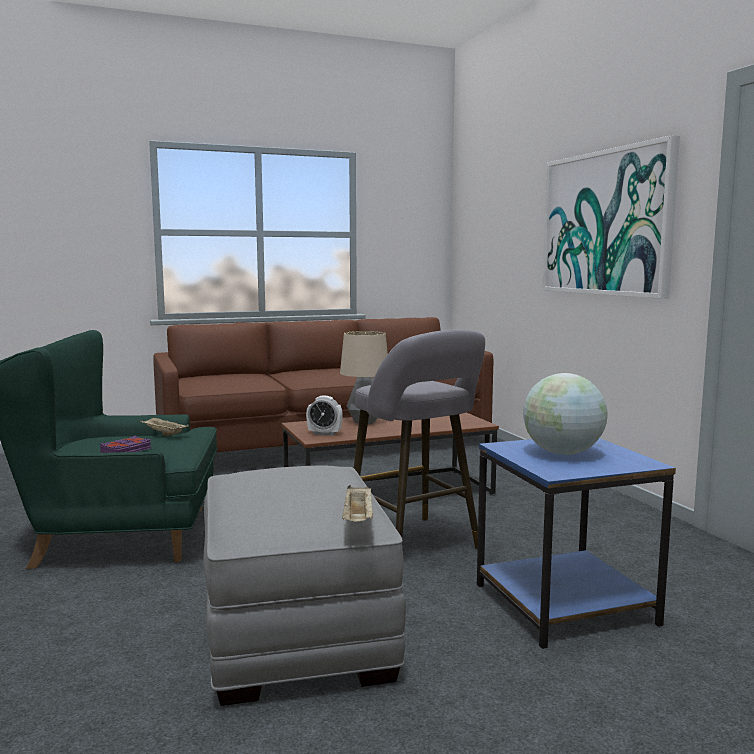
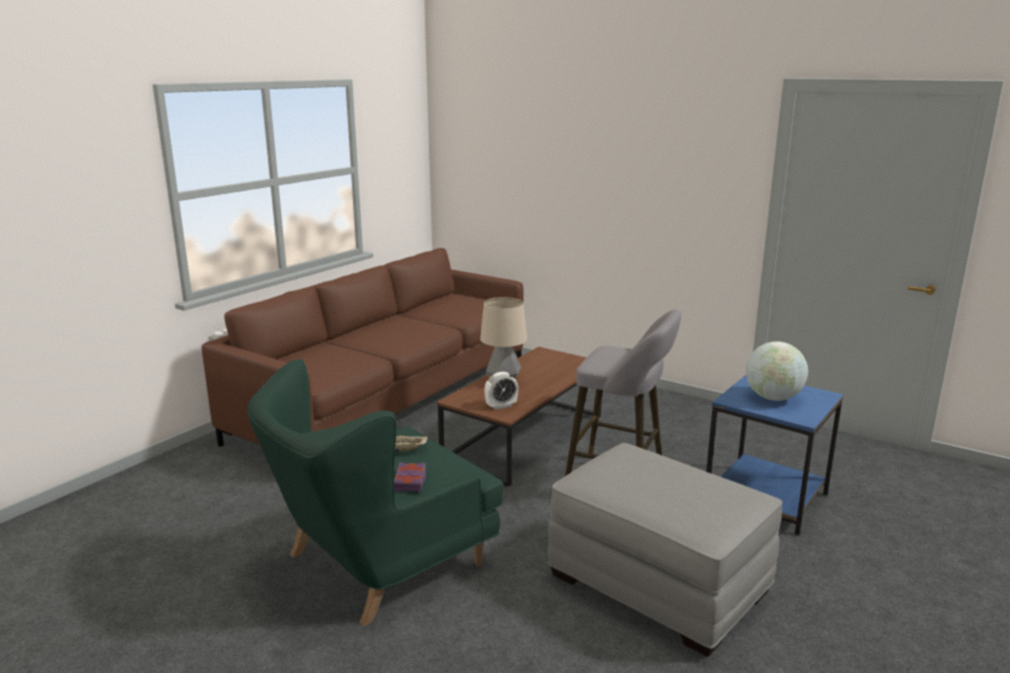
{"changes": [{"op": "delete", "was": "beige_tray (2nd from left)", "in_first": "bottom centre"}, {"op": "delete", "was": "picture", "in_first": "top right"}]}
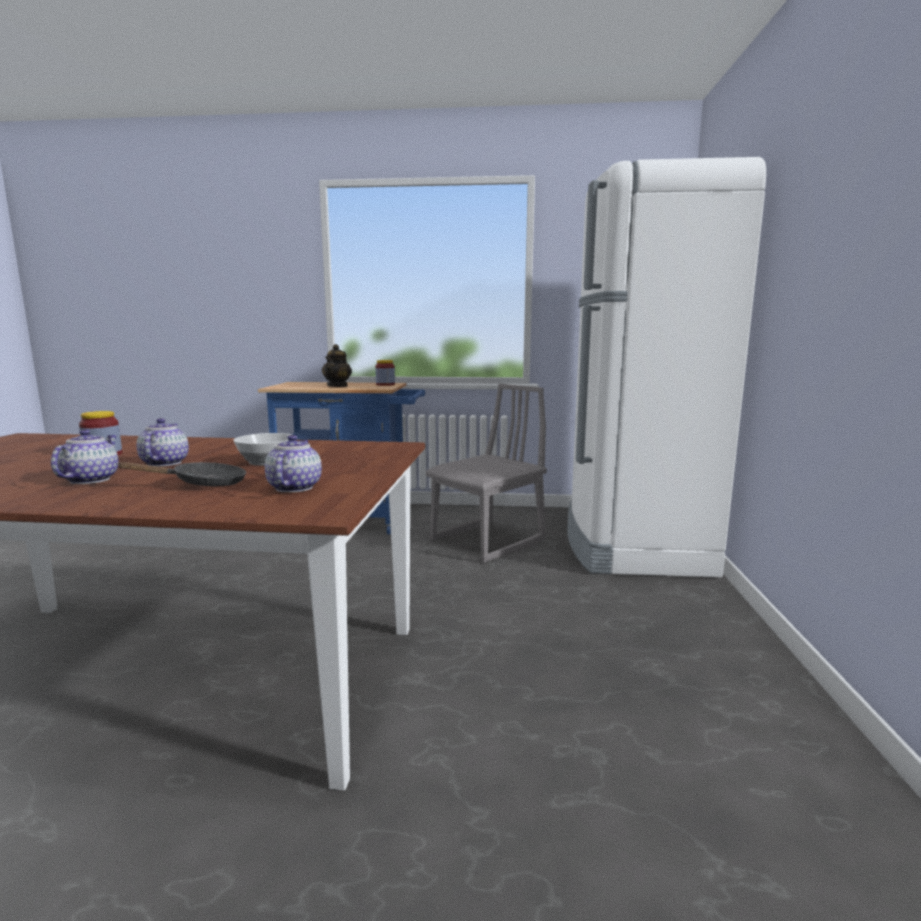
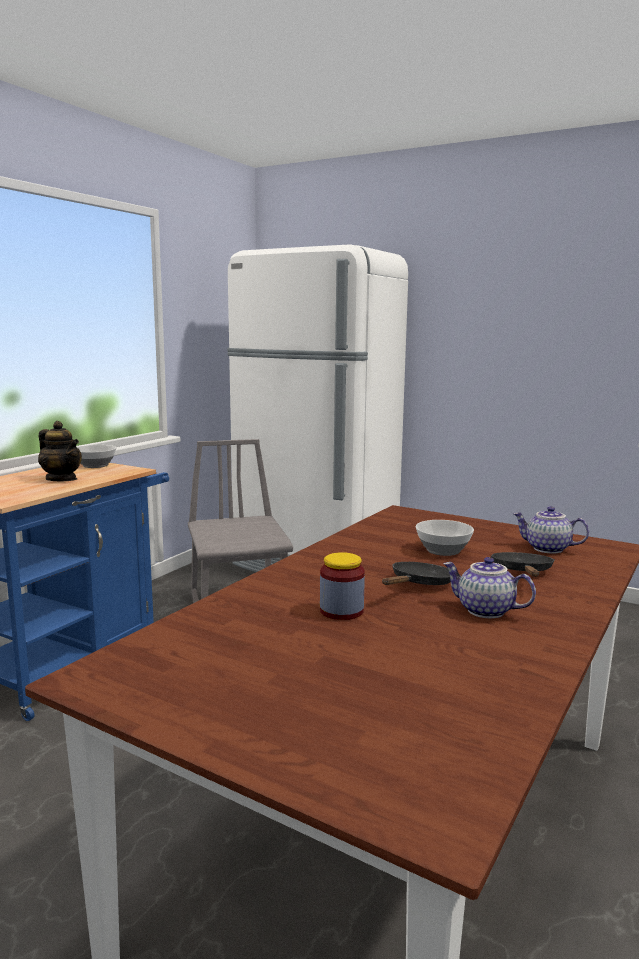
{"changes": [{"op": "replace", "was": "teapot (2nd from left)", "now": "black_frying_pan (1st from left)", "in_first": "middle left", "in_second": "centre"}, {"op": "replace", "was": "jar (2nd from left)", "now": "bowl (1st from left)", "in_first": "centre", "in_second": "middle left"}]}
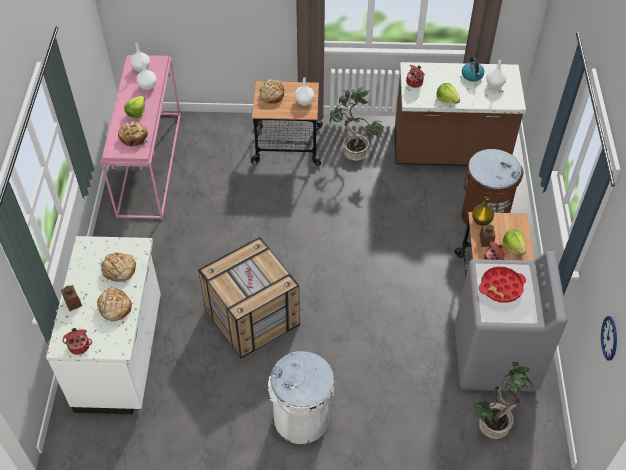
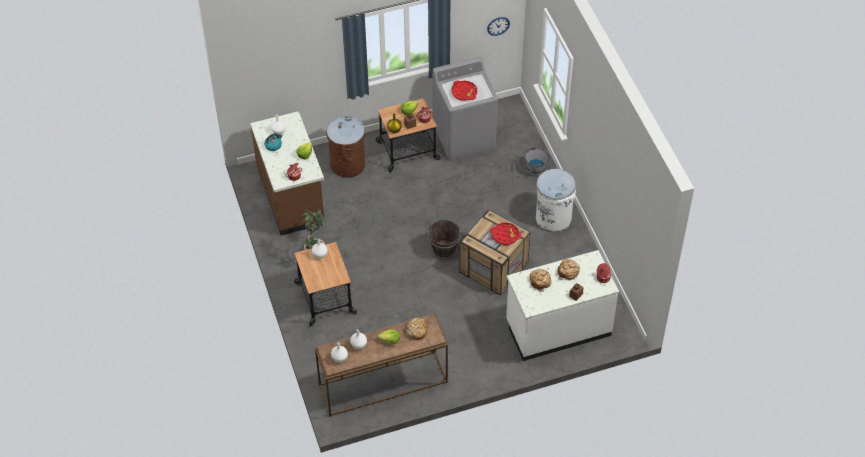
{"changes": [{"op": "delete", "was": "bread (4th from left)", "in_first": "top centre"}, {"op": "delete", "was": "potted_plant (2nd from left)", "in_first": "bottom right"}, {"op": "insert", "now": "brown_bucket", "in_second": "centre"}, {"op": "insert", "now": "red_tray (2nd from left)", "in_second": "centre"}, {"op": "insert", "now": "grey_bucket", "in_second": "centre"}, {"op": "recolor", "was": "pink_console_table", "now": "brown_console_table", "in_first": "top left", "in_second": "bottom centre"}]}
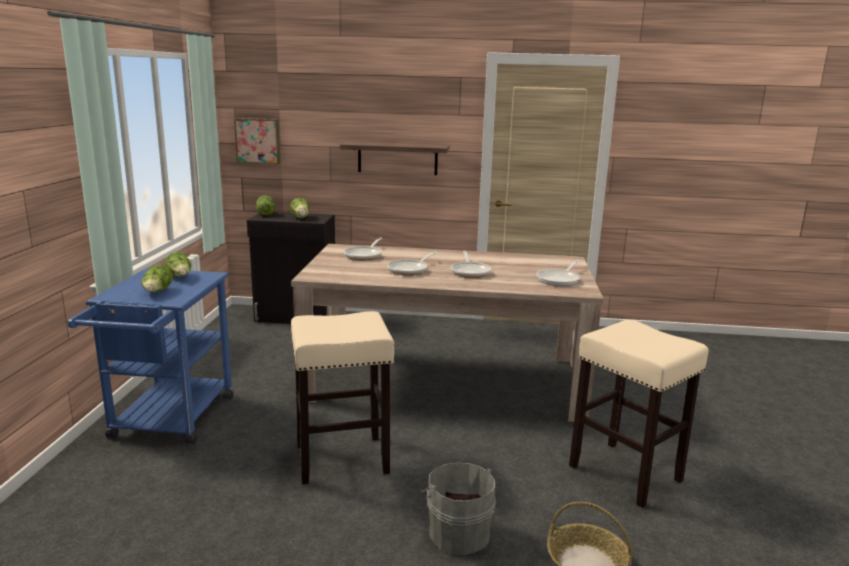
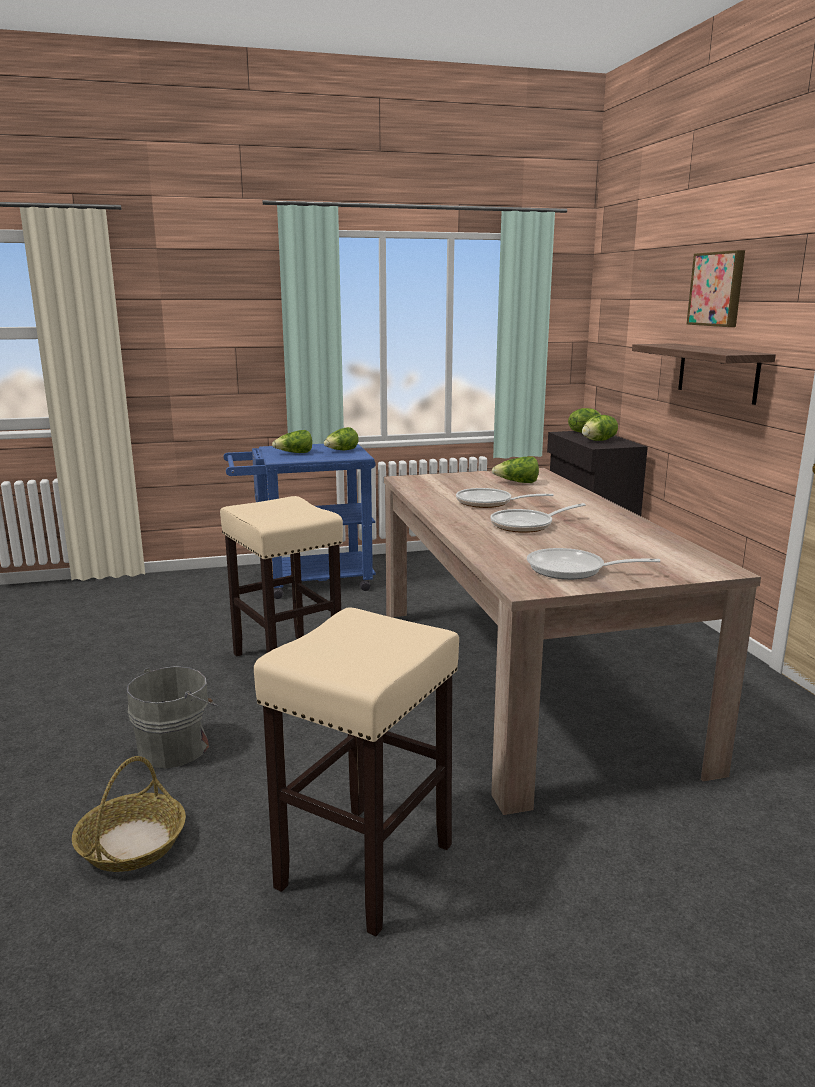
{"changes": [{"op": "move", "was": "picture", "in_first": "top left", "in_second": "top right"}, {"op": "replace", "was": "frying_pan (1st from left)", "now": "lettuce (3rd from left)", "in_first": "centre", "in_second": "centre"}]}
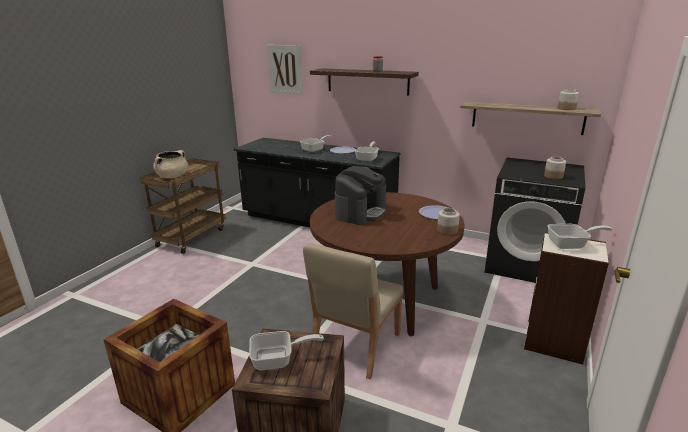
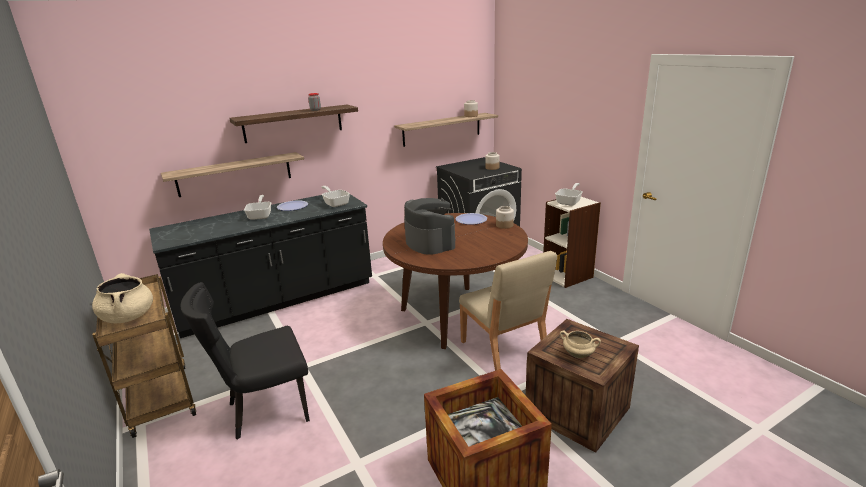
{"changes": [{"op": "delete", "was": "picture", "in_first": "top centre"}, {"op": "insert", "now": "shelf (1st from left)", "in_second": "middle left"}, {"op": "insert", "now": "black_chair", "in_second": "bottom left"}, {"op": "replace", "was": "frying_pan (1st from left)", "now": "beige_cooking_pot (2nd from left)", "in_first": "bottom centre", "in_second": "bottom right"}]}
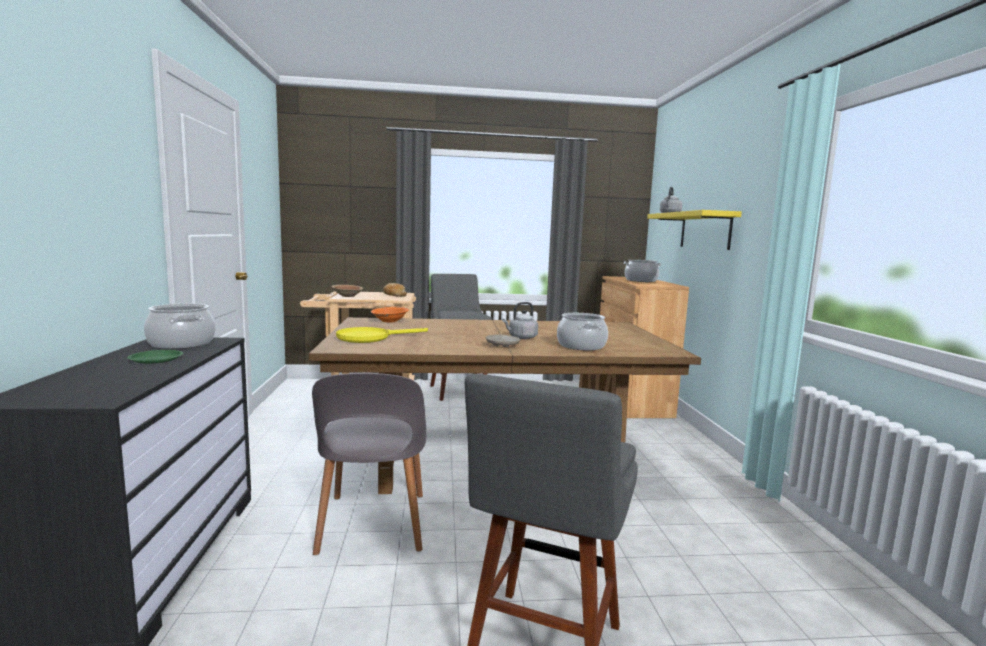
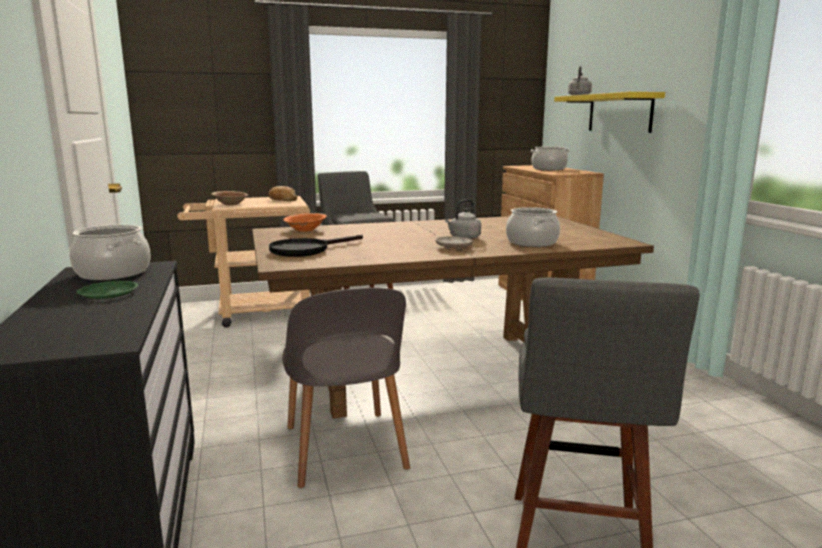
{"changes": [{"op": "recolor", "was": "yellow_frying_pan", "now": "black_frying_pan", "in_first": "centre", "in_second": "centre"}]}
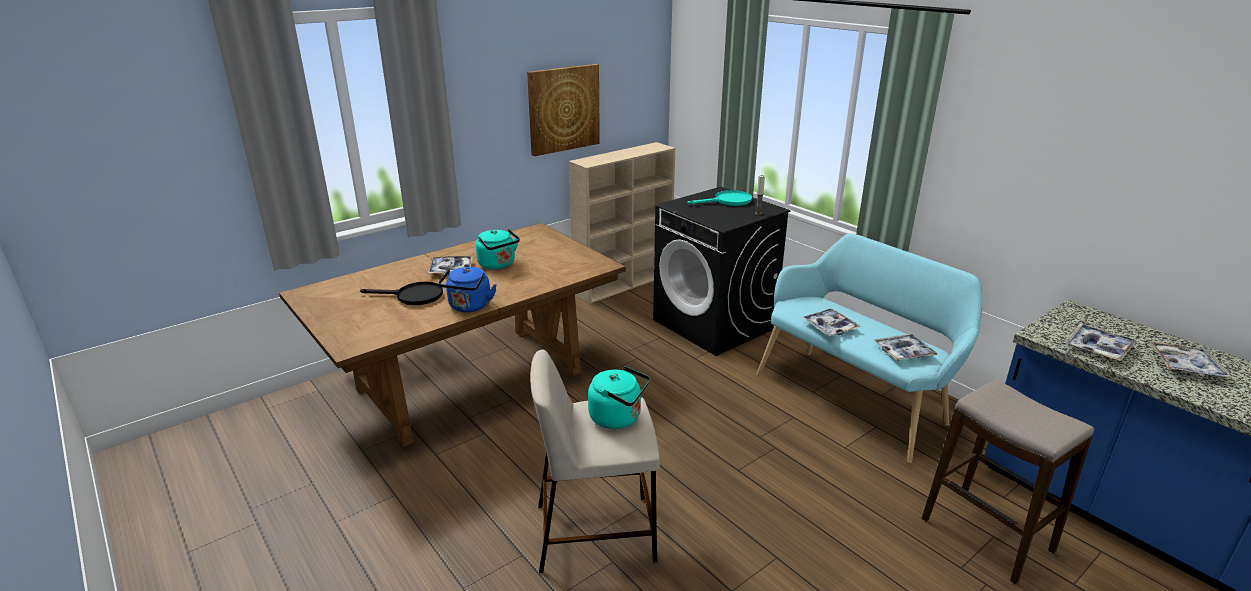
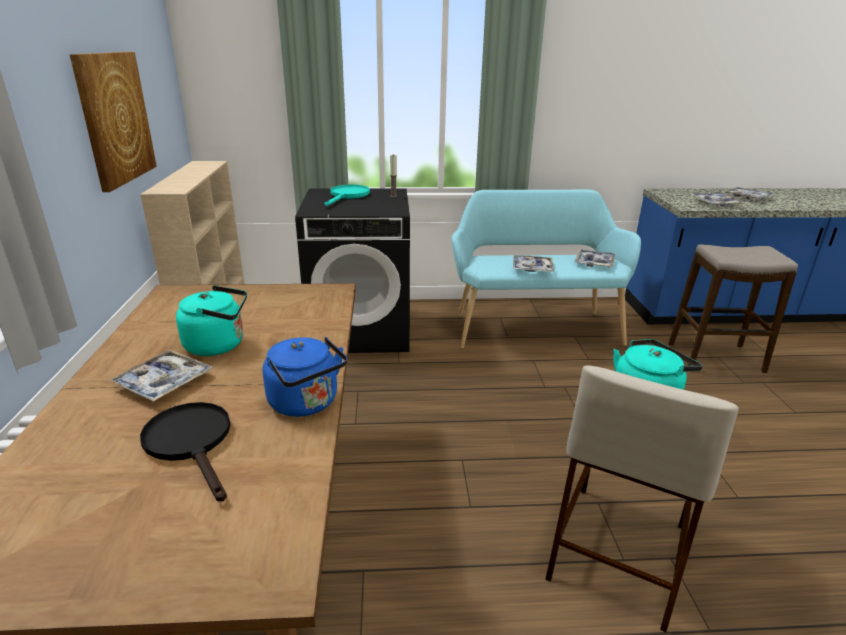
{"changes": [{"op": "rotate", "was": "black_frying_pan", "in_first": "middle left", "in_second": "bottom left", "clockwise": -75}]}
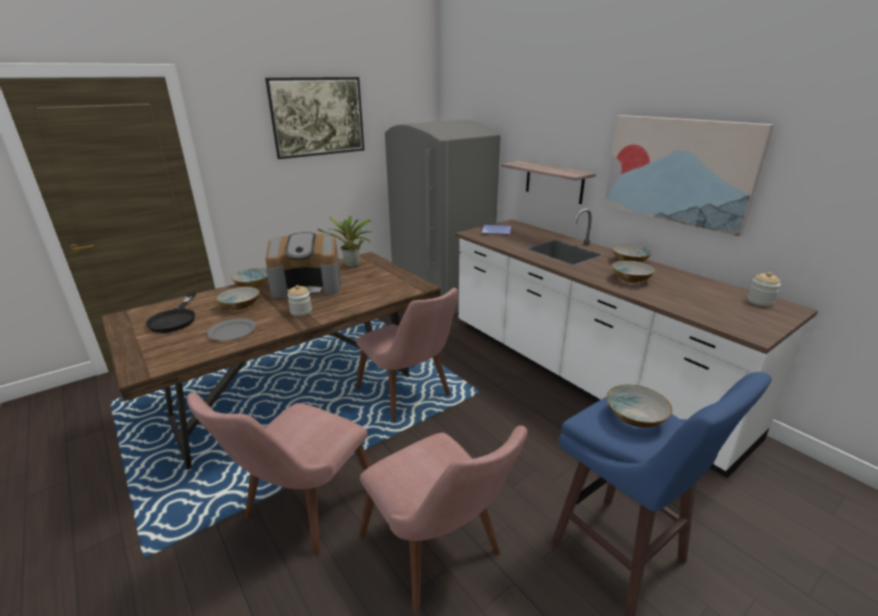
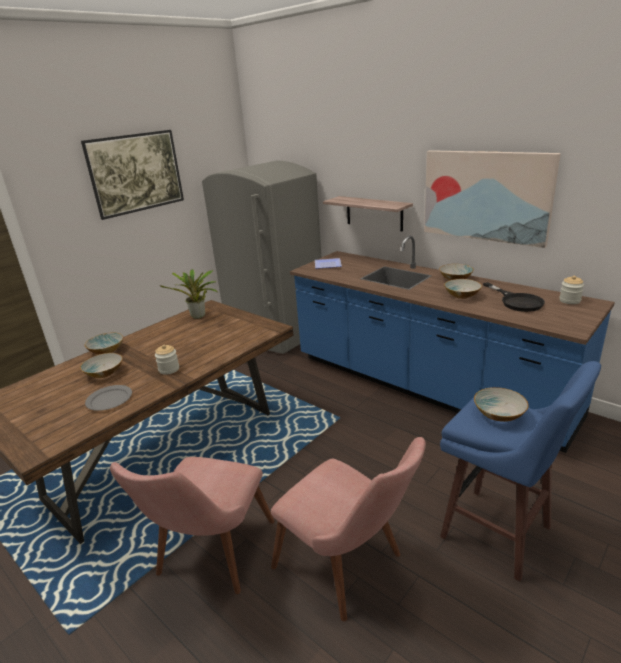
{"changes": [{"op": "delete", "was": "coffee_machine", "in_first": "centre"}, {"op": "delete", "was": "pink_chair (2nd from left)", "in_first": "centre"}, {"op": "move", "was": "black_frying_pan", "in_first": "middle left", "in_second": "middle right"}, {"op": "recolor", "was": "white_counter", "now": "blue_counter", "in_first": "middle right", "in_second": "middle right"}]}
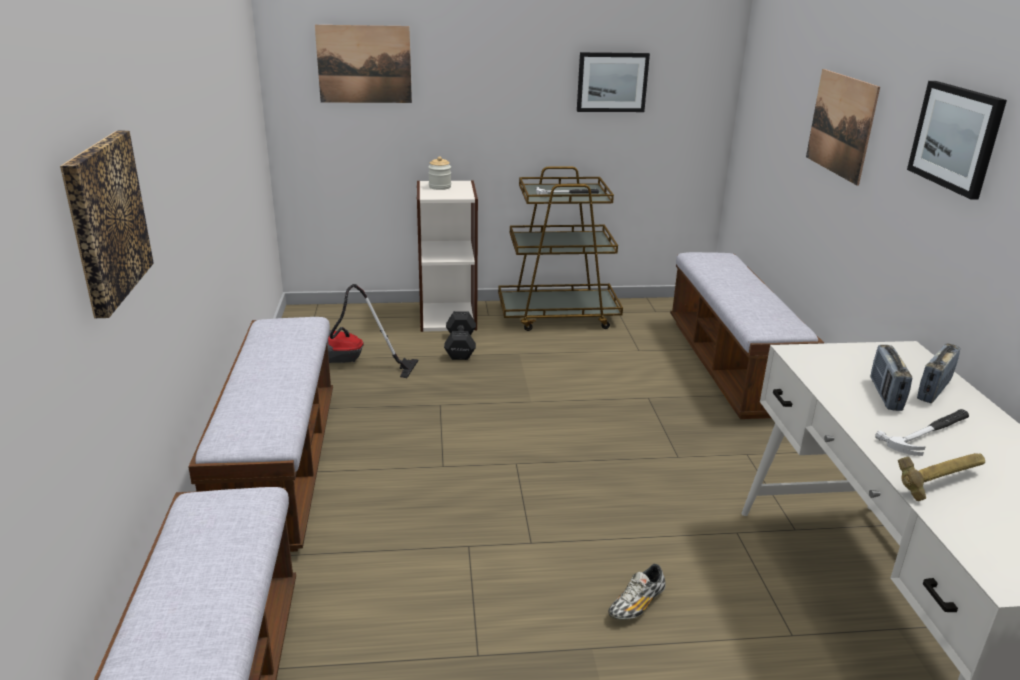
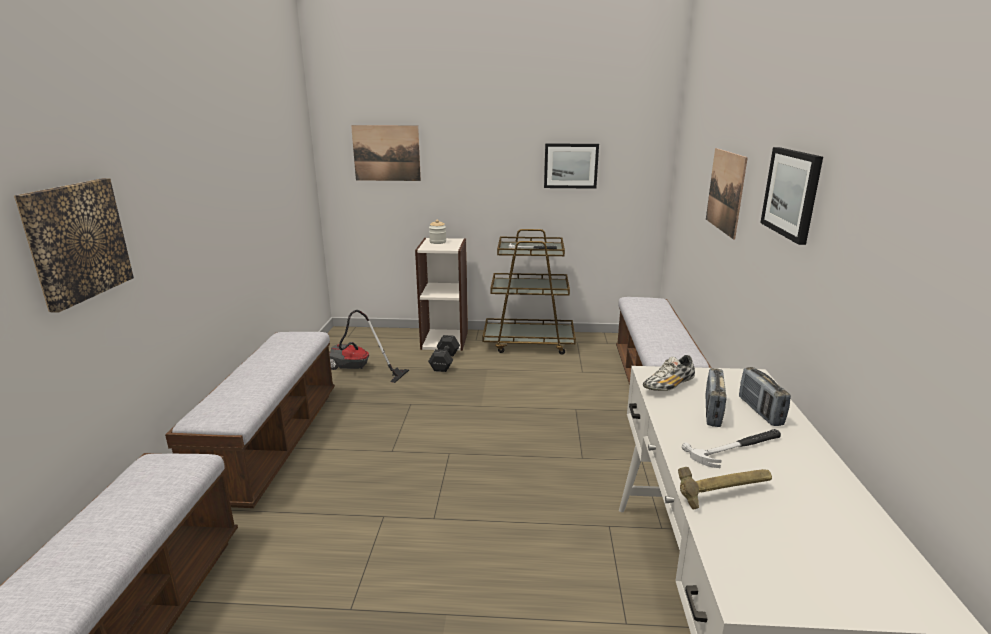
{"changes": [{"op": "move", "was": "shoe", "in_first": "bottom centre", "in_second": "middle right"}, {"op": "rotate", "was": "radio (2nd from left)", "in_first": "middle right", "in_second": "middle right", "clockwise": -60}]}
